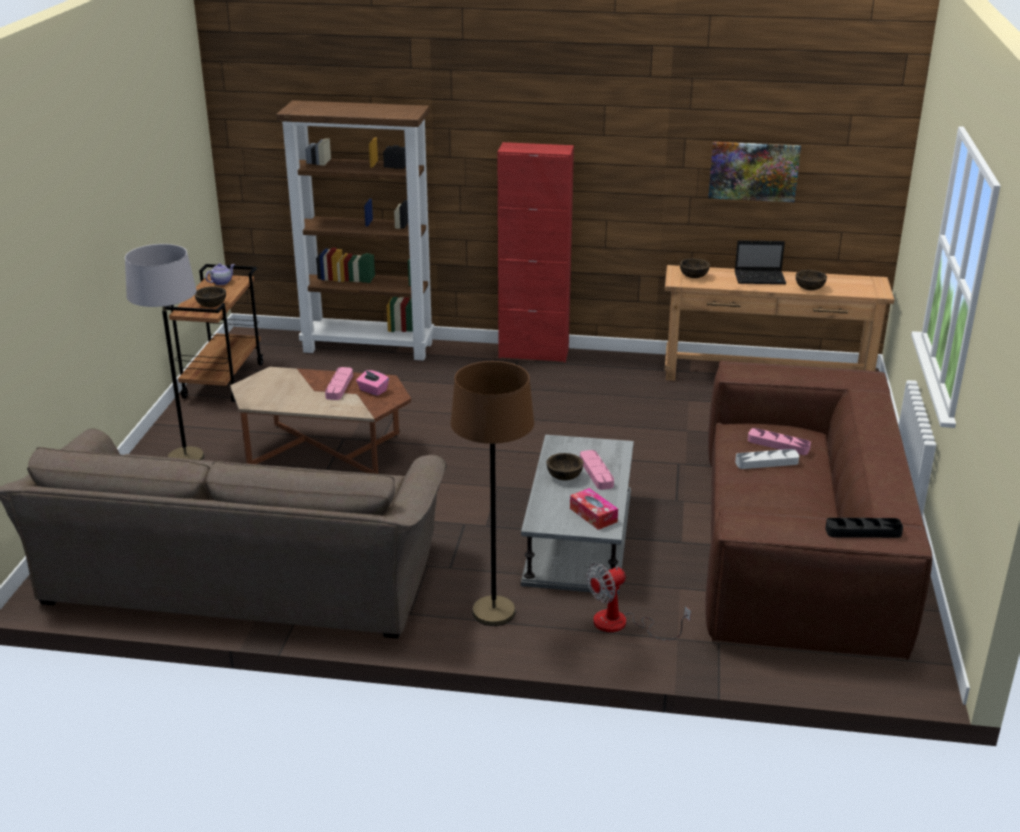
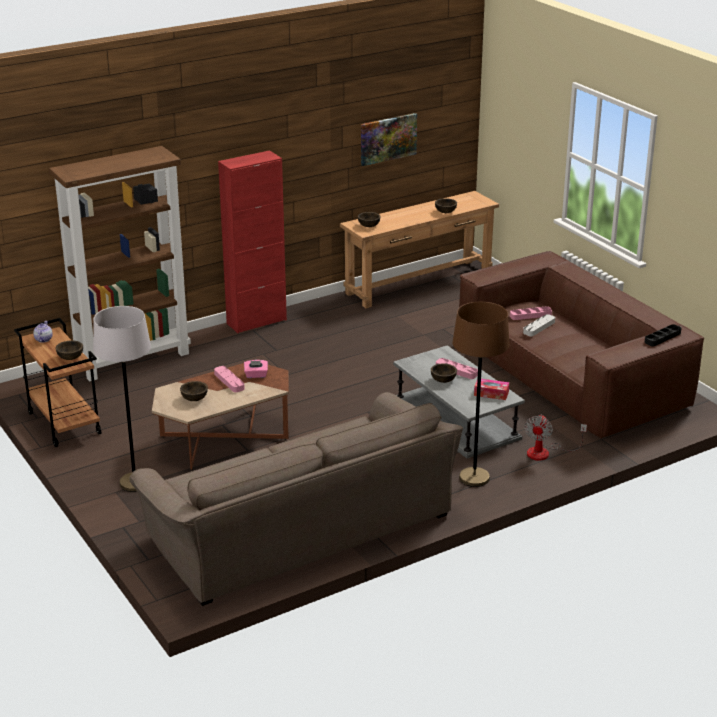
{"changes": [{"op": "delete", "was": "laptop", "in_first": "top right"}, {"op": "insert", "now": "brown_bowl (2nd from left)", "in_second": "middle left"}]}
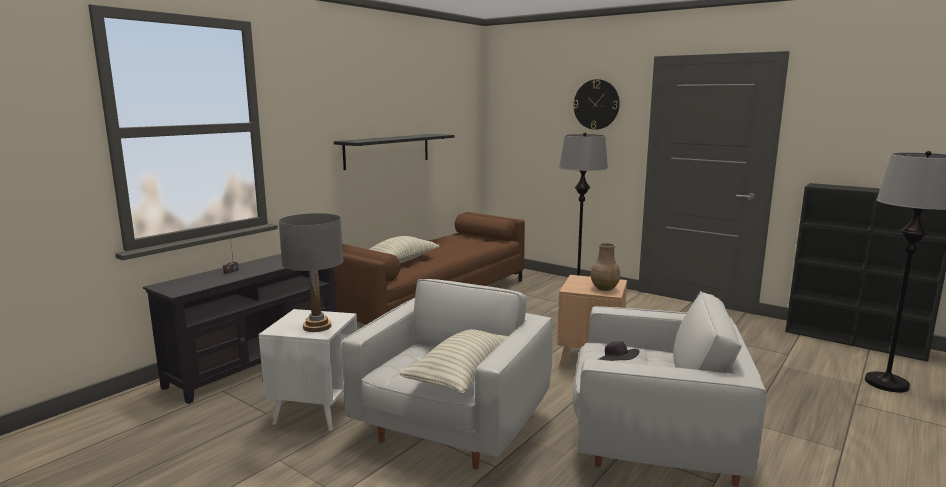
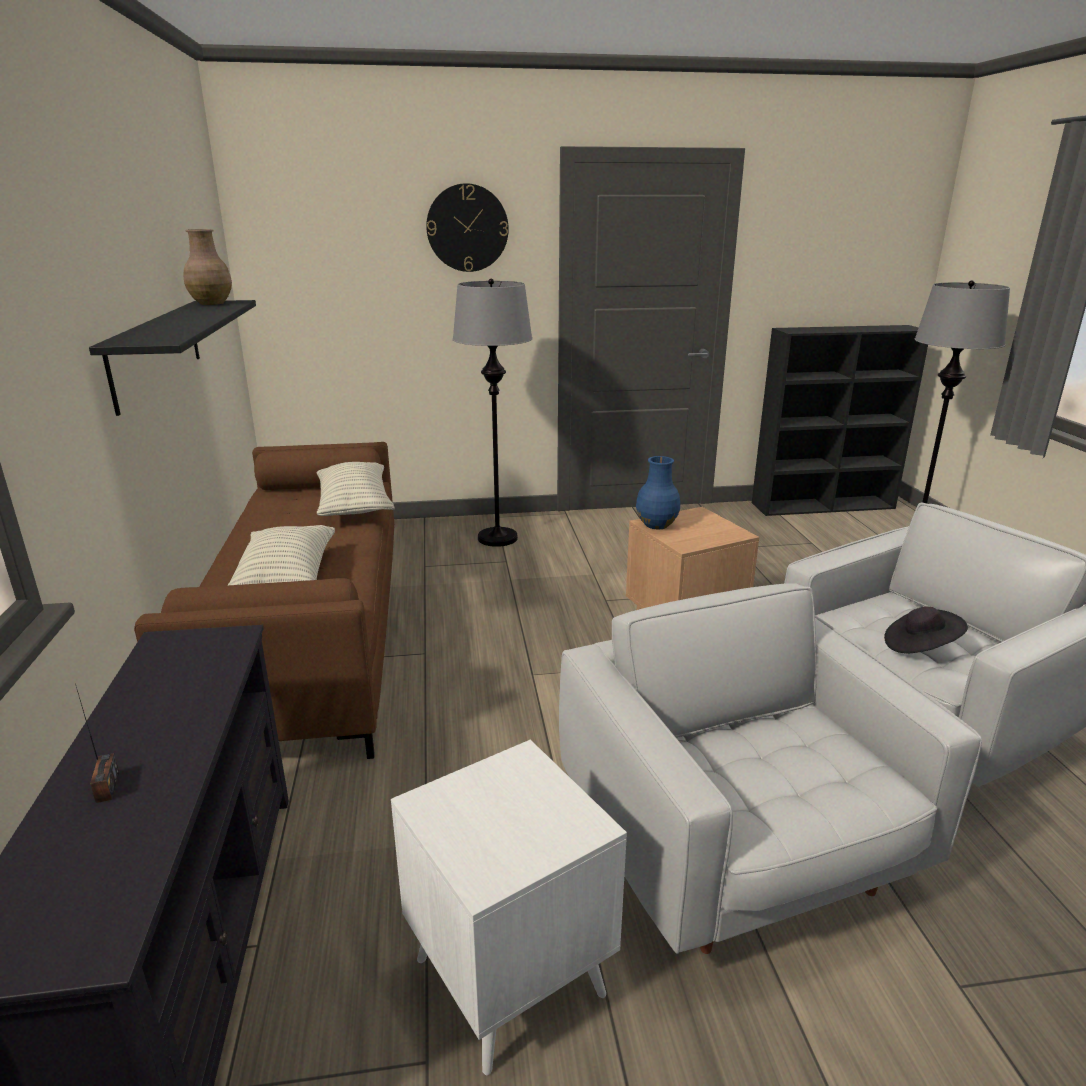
{"changes": [{"op": "delete", "was": "grey_table_lamp", "in_first": "middle left"}, {"op": "insert", "now": "blue_vase", "in_second": "centre"}, {"op": "move", "was": "pillow (2nd from left)", "in_first": "bottom centre", "in_second": "middle left"}, {"op": "move", "was": "brown_vase", "in_first": "centre", "in_second": "top left"}]}
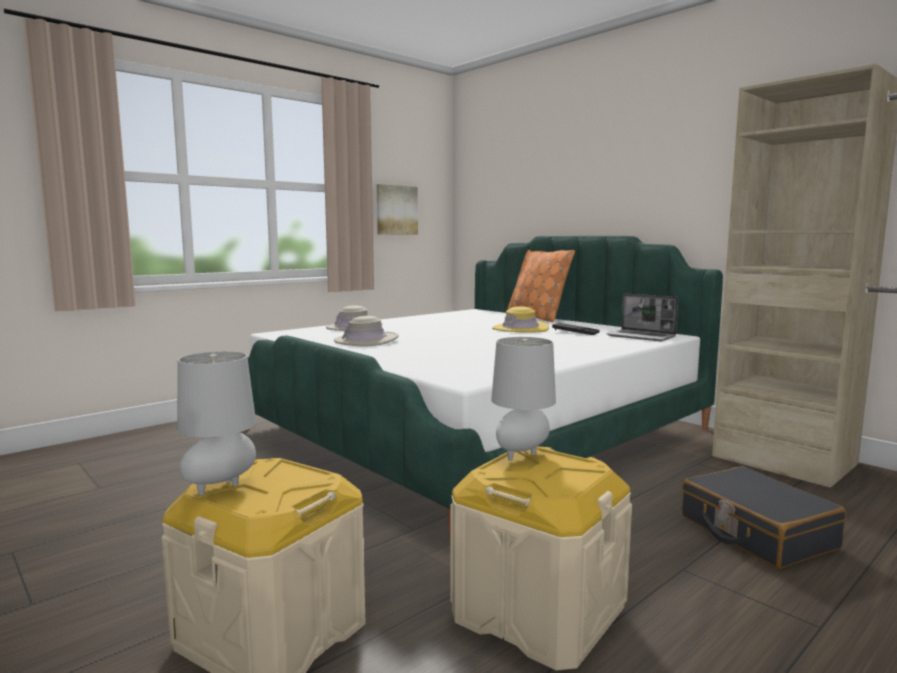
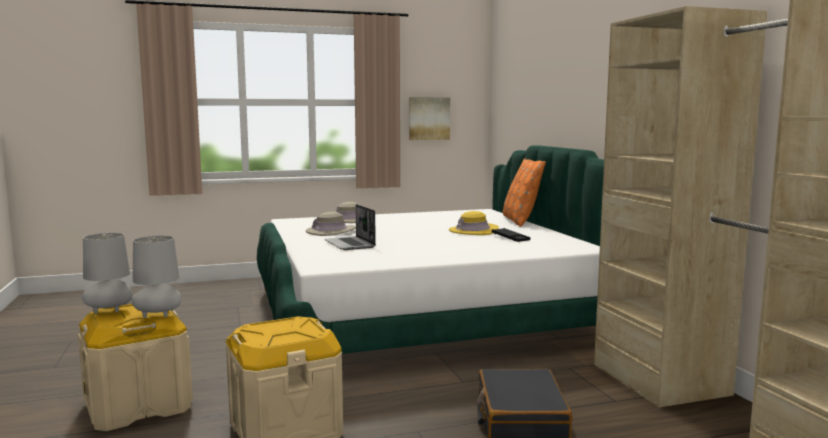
{"changes": [{"op": "move", "was": "grey_table_lamp (2nd from left)", "in_first": "centre", "in_second": "middle left"}, {"op": "move", "was": "laptop", "in_first": "middle right", "in_second": "centre"}]}
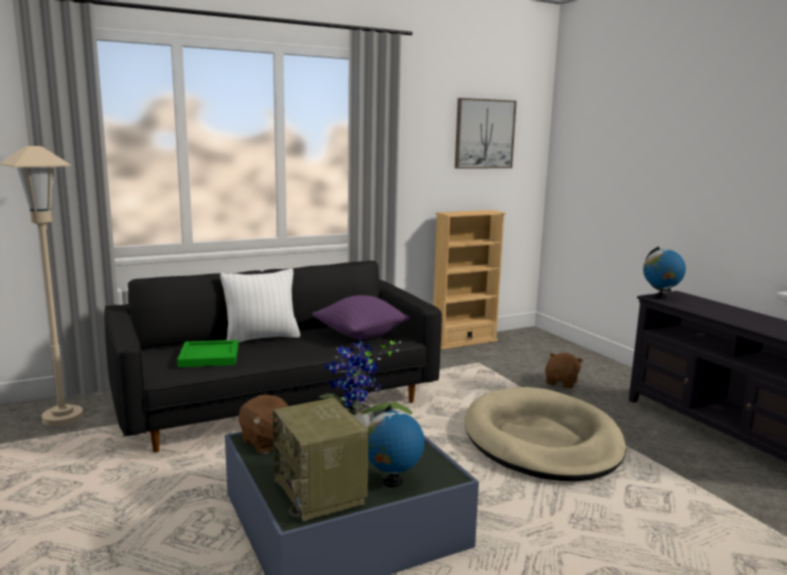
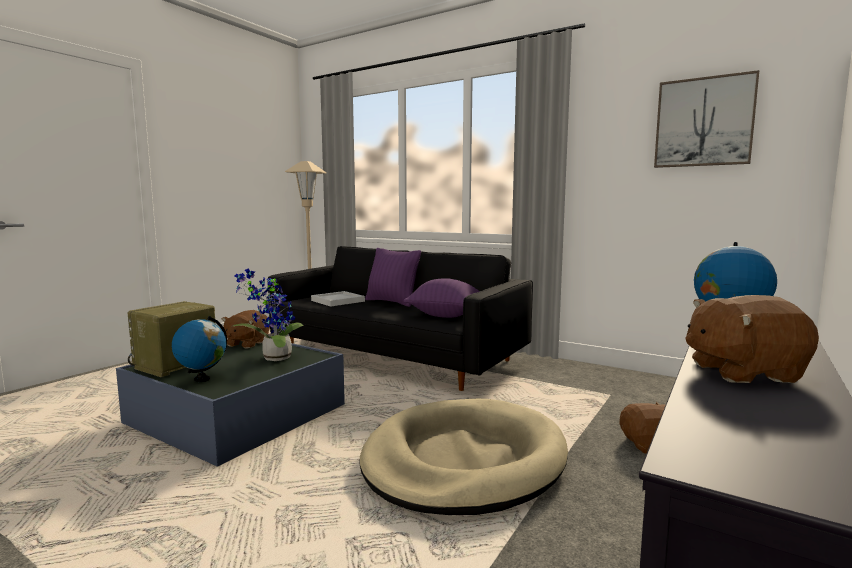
{"changes": [{"op": "delete", "was": "beige_bookcase", "in_first": "centre"}, {"op": "insert", "now": "brown_plush_toy (3rd from left)", "in_second": "middle right"}, {"op": "recolor", "was": "green_tray", "now": "white_tray", "in_first": "middle left", "in_second": "centre"}, {"op": "recolor", "was": "white_pillow", "now": "purple_pillow (1st from left)", "in_first": "middle left", "in_second": "centre"}]}
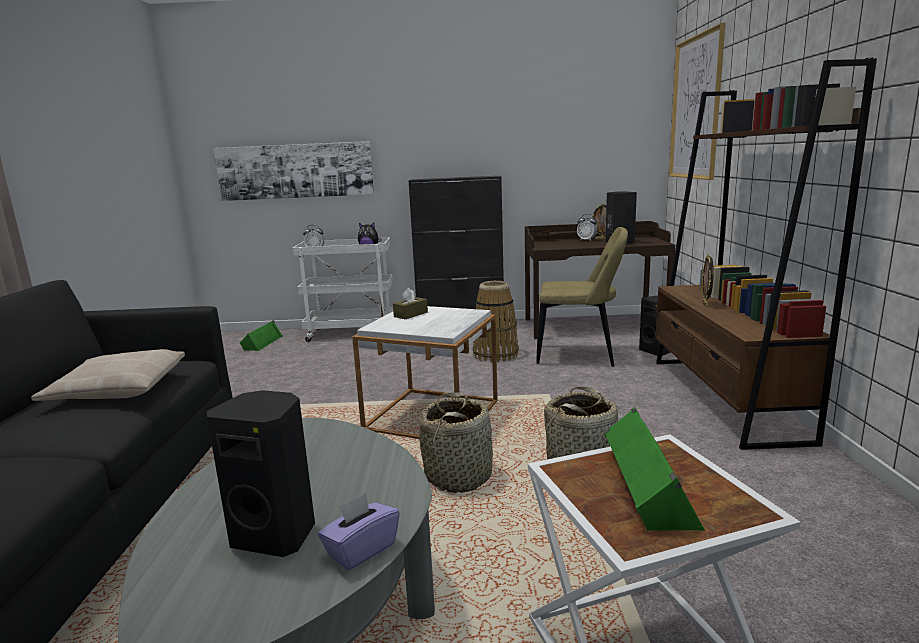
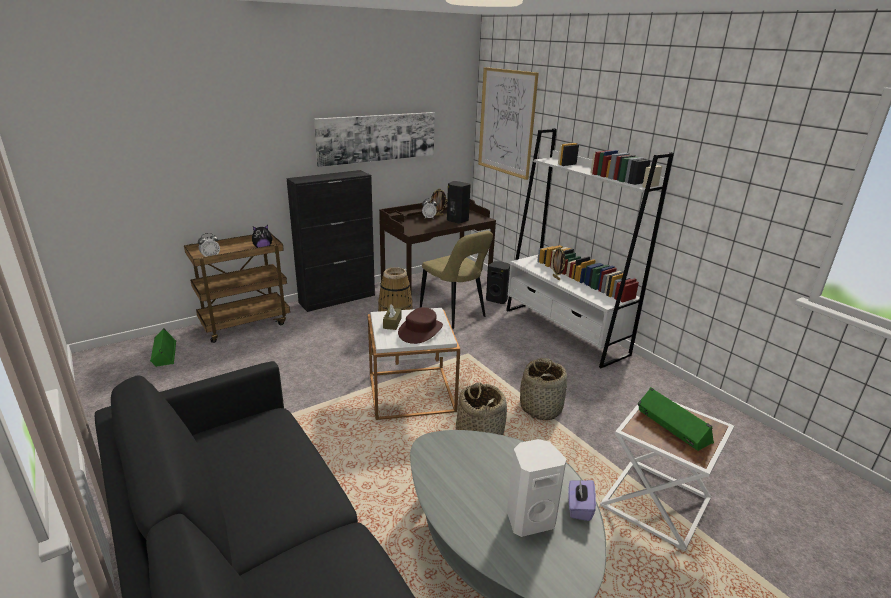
{"changes": [{"op": "delete", "was": "beige_pillow", "in_first": "middle left"}, {"op": "insert", "now": "brown_hat", "in_second": "centre"}, {"op": "move", "was": "picture (1st from left)", "in_first": "top left", "in_second": "top centre"}, {"op": "recolor", "was": "black_speaker (1st from left)", "now": "white_speaker", "in_first": "bottom left", "in_second": "bottom centre"}, {"op": "recolor", "was": "white_cart", "now": "brown_cart", "in_first": "centre", "in_second": "middle left"}, {"op": "recolor", "was": "brown_bookcase", "now": "white_bookcase", "in_first": "middle right", "in_second": "centre"}, {"op": "rotate", "was": "beige_chair", "in_first": "centre", "in_second": "centre", "clockwise": 75}]}
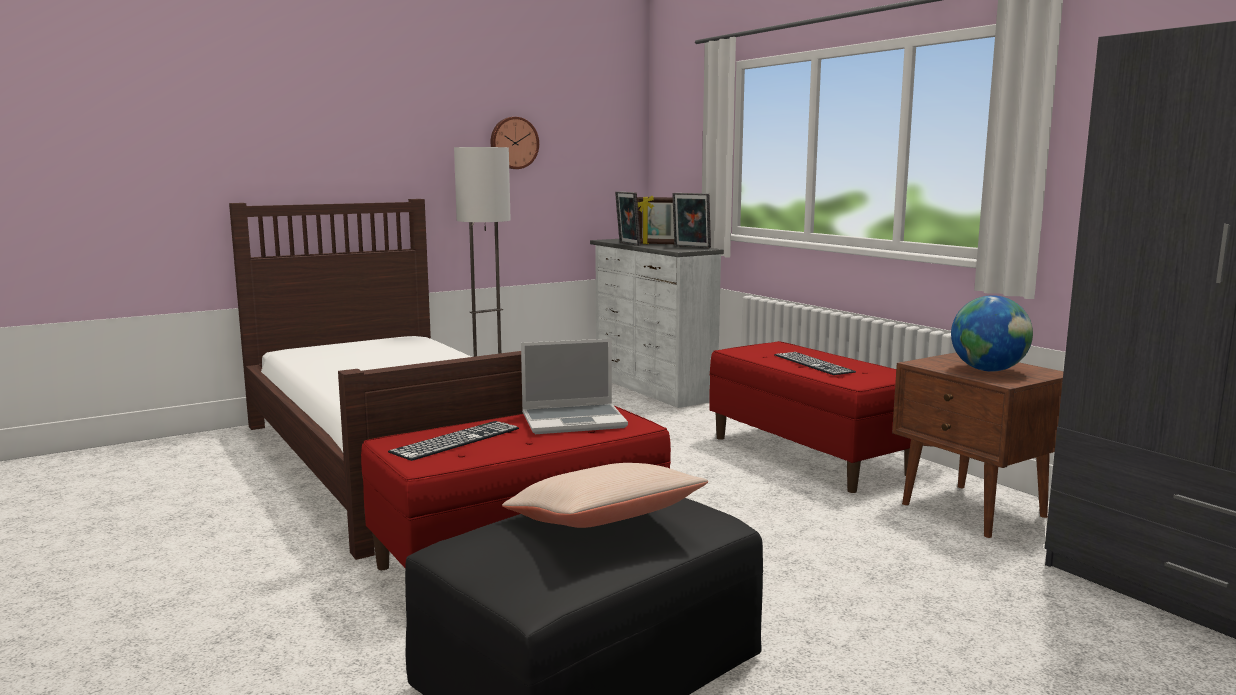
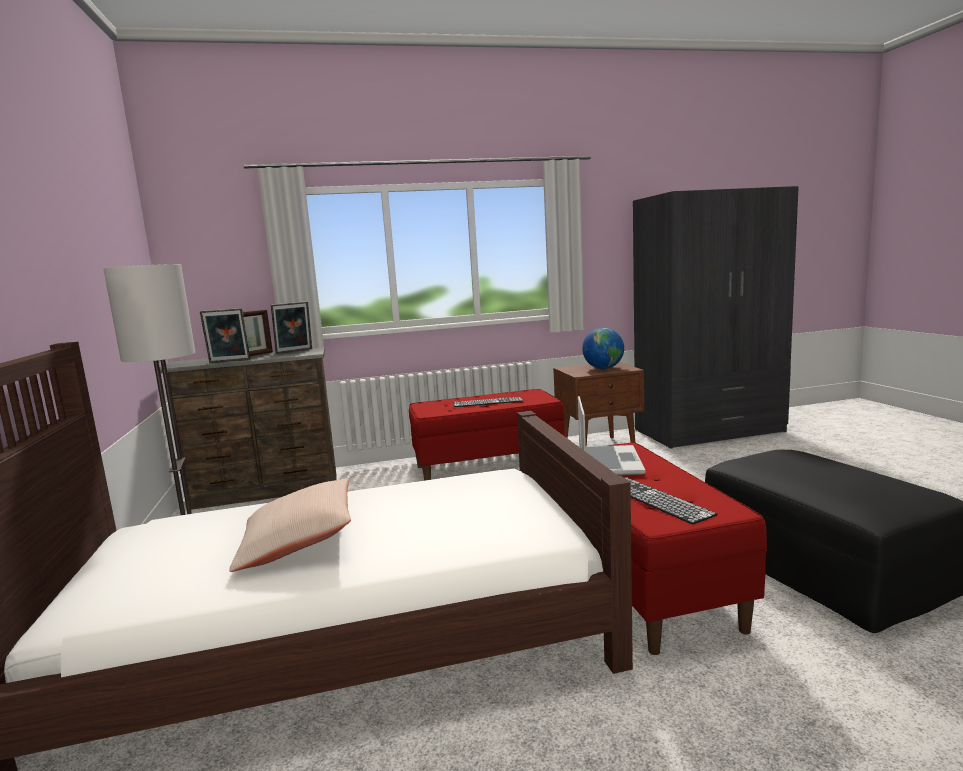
{"changes": [{"op": "delete", "was": "wall_clock", "in_first": "top centre"}, {"op": "move", "was": "beige_pillow", "in_first": "bottom centre", "in_second": "bottom left"}, {"op": "recolor", "was": "white_dresser", "now": "brown_dresser", "in_first": "centre", "in_second": "middle left"}]}
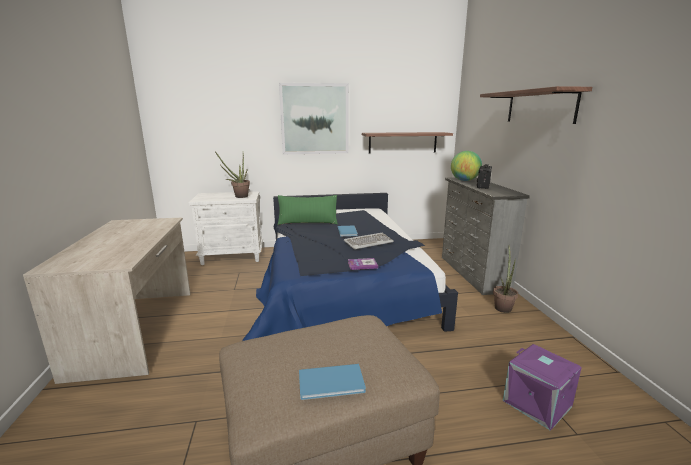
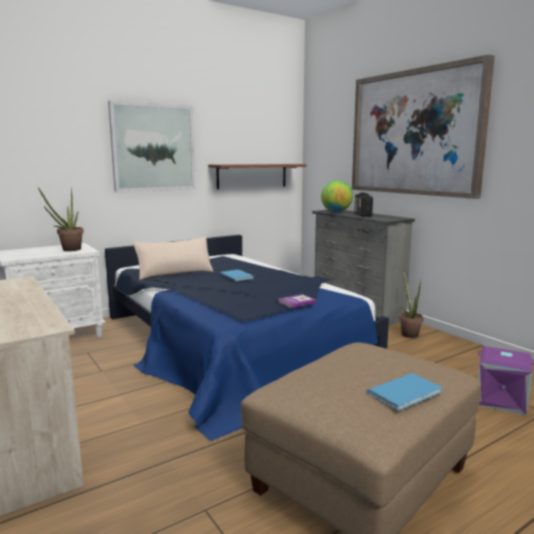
{"changes": [{"op": "delete", "was": "keyboard", "in_first": "centre"}, {"op": "replace", "was": "shelf (2nd from left)", "now": "picture (2nd from left)", "in_first": "top right", "in_second": "top right"}, {"op": "recolor", "was": "green_pillow", "now": "beige_pillow", "in_first": "centre", "in_second": "middle left"}]}
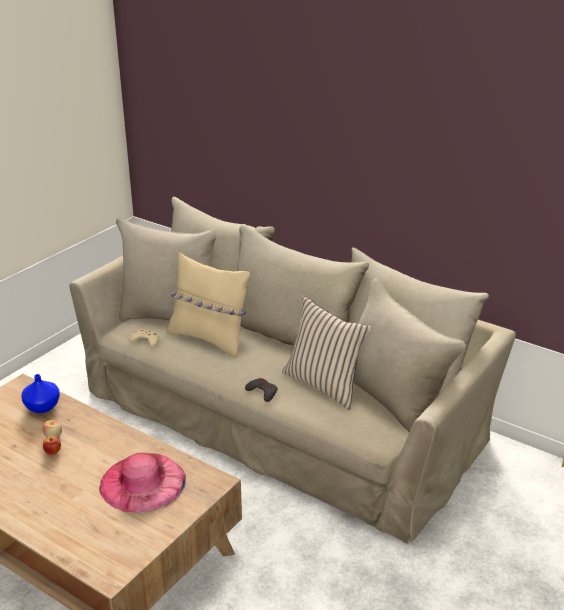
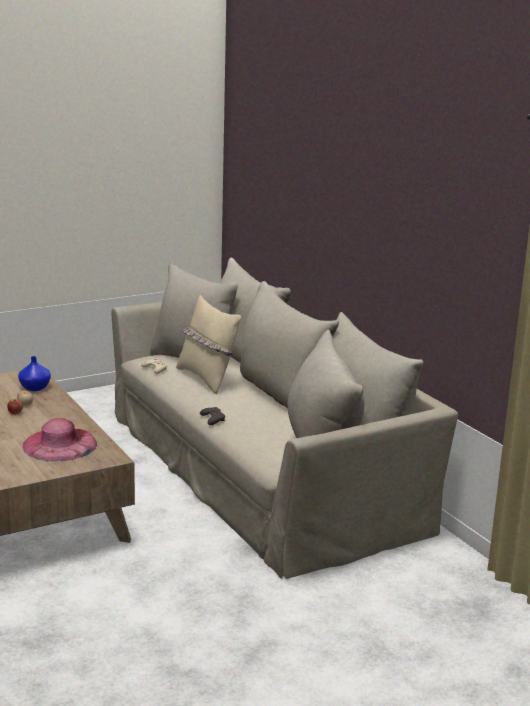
{"changes": [{"op": "delete", "was": "beige_pillow (2nd from left)", "in_first": "centre"}]}
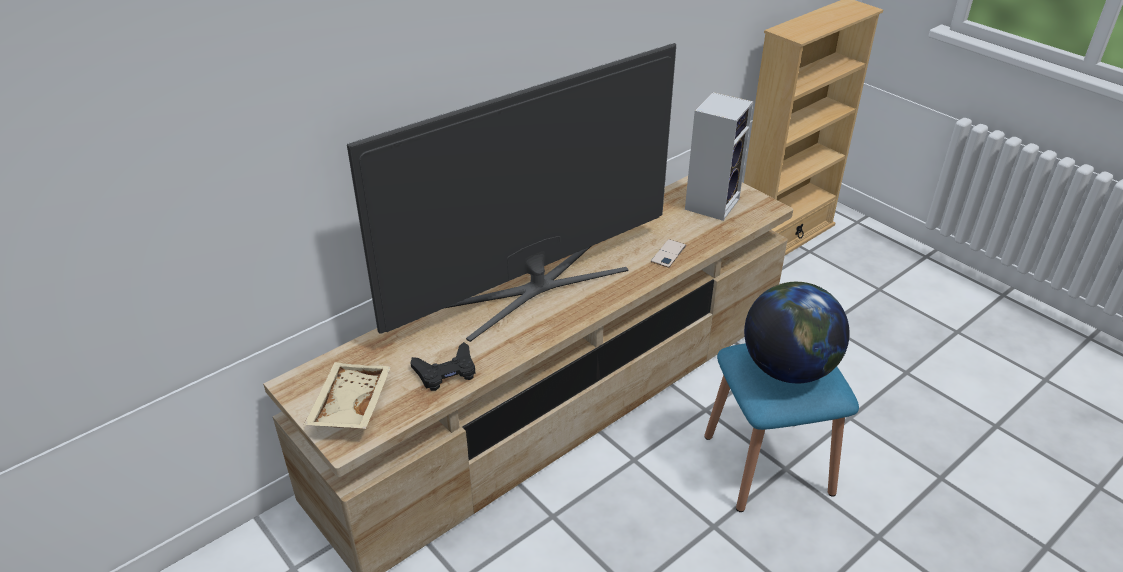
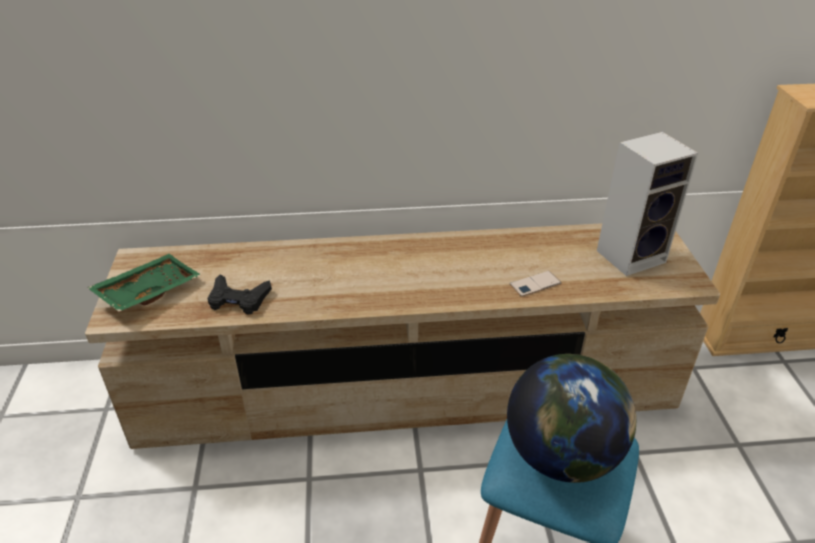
{"changes": [{"op": "delete", "was": "television", "in_first": "centre"}, {"op": "recolor", "was": "beige_tray", "now": "green_tray", "in_first": "bottom left", "in_second": "middle left"}]}
